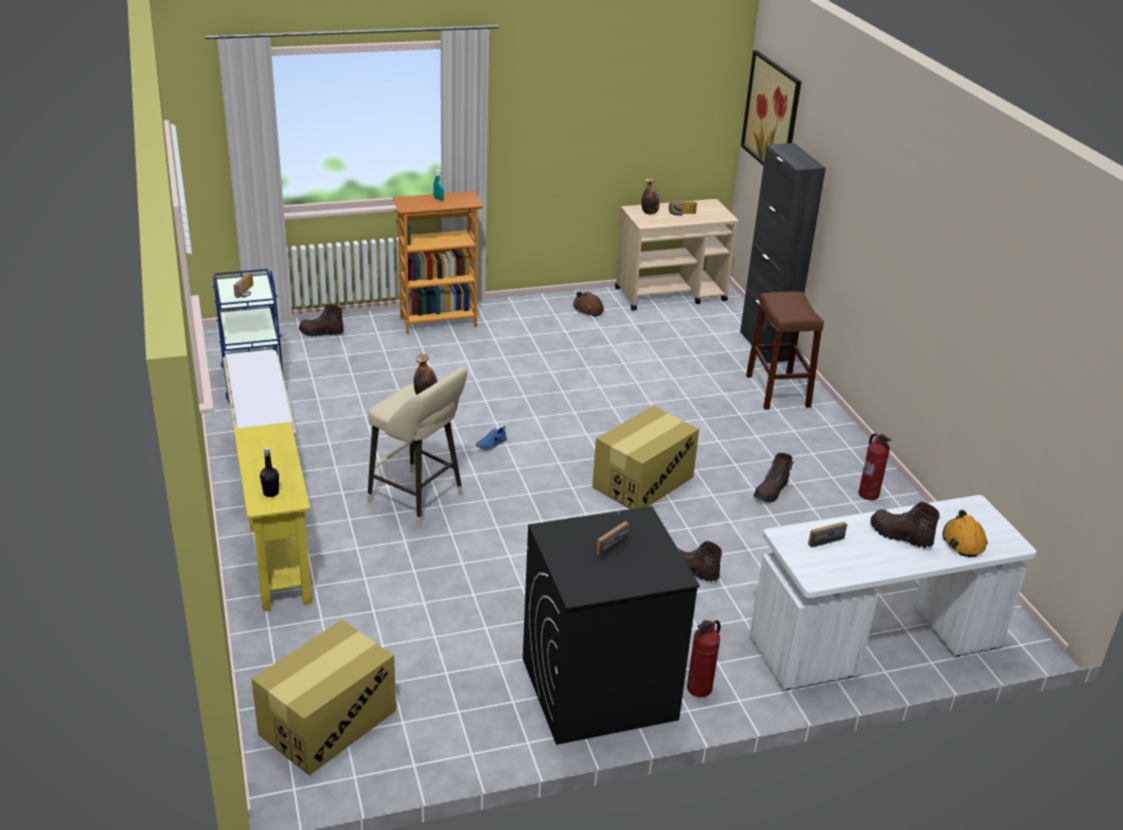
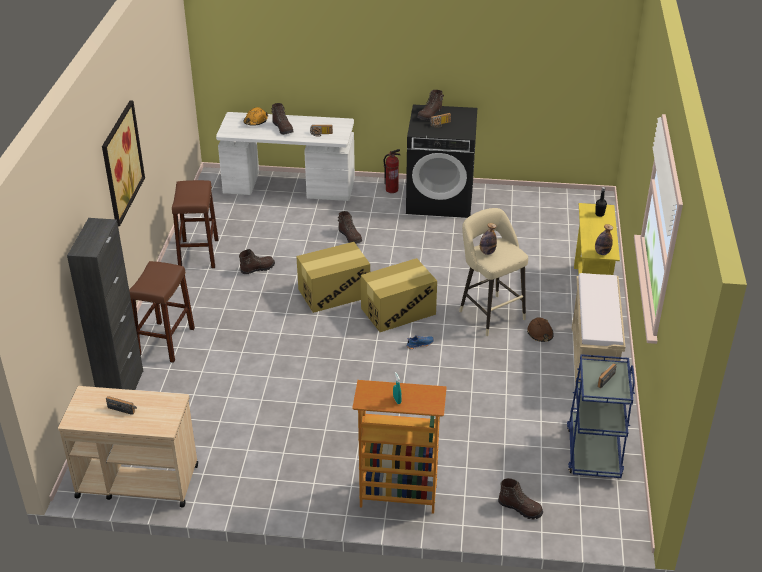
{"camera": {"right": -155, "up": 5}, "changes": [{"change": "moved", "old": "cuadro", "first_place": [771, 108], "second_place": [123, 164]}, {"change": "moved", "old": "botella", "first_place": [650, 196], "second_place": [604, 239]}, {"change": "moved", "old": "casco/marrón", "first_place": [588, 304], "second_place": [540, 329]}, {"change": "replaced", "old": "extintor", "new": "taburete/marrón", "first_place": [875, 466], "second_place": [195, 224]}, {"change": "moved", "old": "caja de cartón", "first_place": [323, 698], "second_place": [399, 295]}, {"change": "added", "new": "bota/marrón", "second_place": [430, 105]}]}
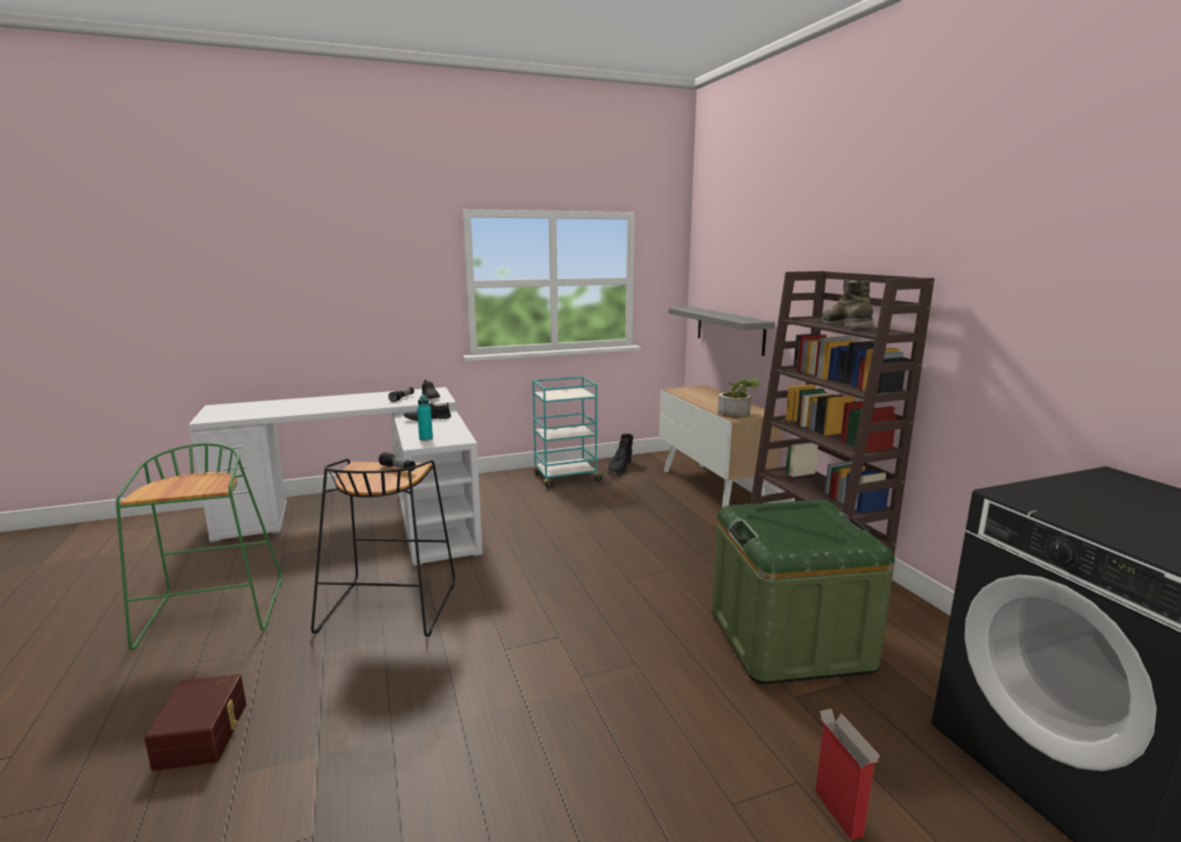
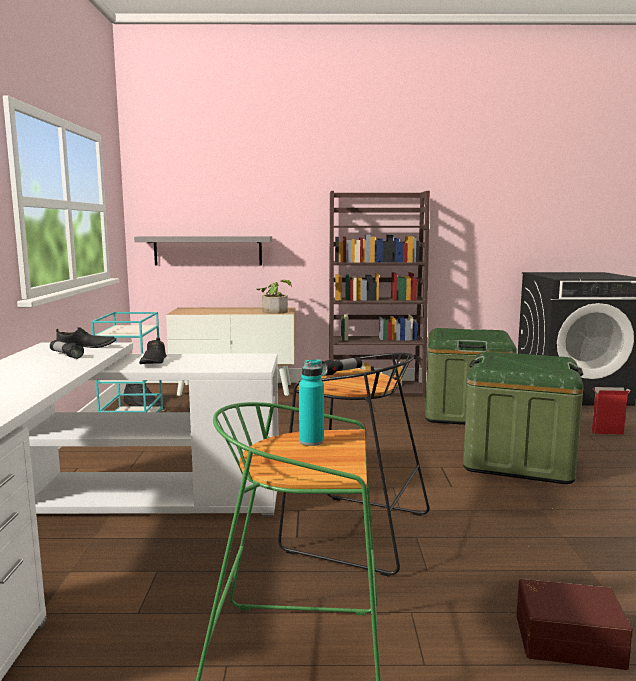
{"camera": {"right": -70, "up": -5}, "changes": [{"change": "removed", "old": "bota/verde", "first_place": [847, 303]}, {"change": "moved", "old": "botella/turquesa", "first_place": [425, 418], "second_place": [311, 402]}, {"change": "added", "new": "caja de almacenaje/verde", "second_place": [523, 418]}]}
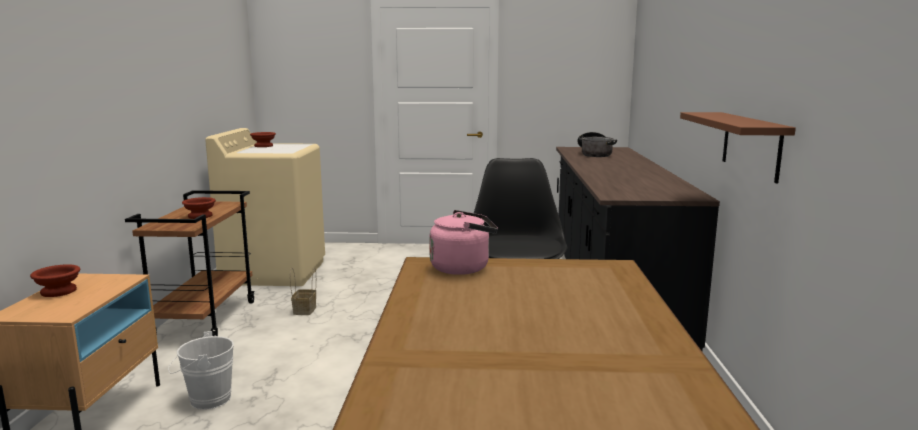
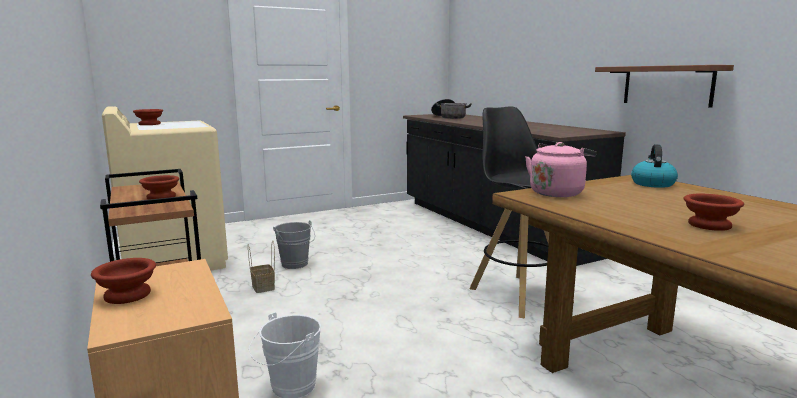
{"camera": {"right": -30, "up": 0}, "changes": [{"change": "added", "new": "hervidor", "second_place": [654, 166]}, {"change": "added", "new": "cuenco/marrón", "second_place": [714, 212]}, {"change": "added", "new": "cubo/gris", "second_place": [294, 244]}]}
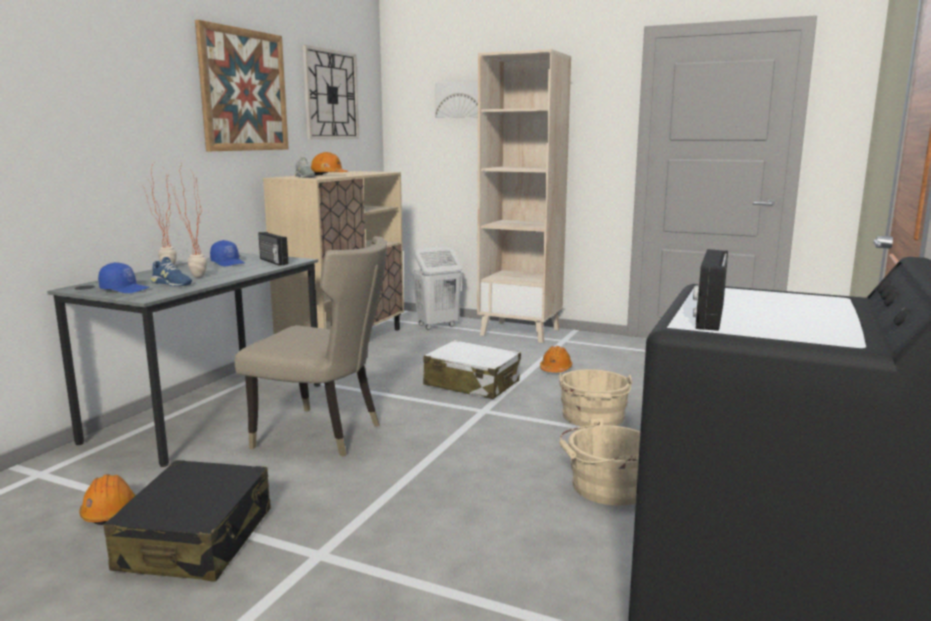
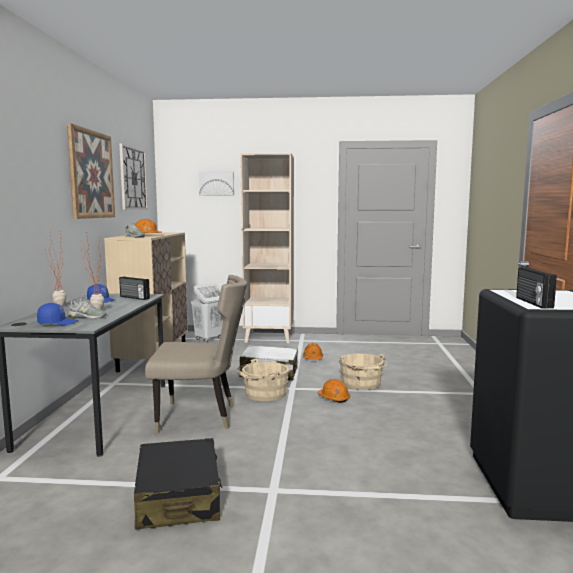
{"camera": {"right": -20, "up": -5}, "changes": [{"change": "recoloured", "old": "zapato/azul", "new": "zapato/gris", "first_place": [171, 271], "second_place": [87, 307]}, {"change": "moved", "old": "cubo/beis", "first_place": [599, 461], "second_place": [263, 380]}, {"change": "moved", "old": "casco/naranja", "first_place": [107, 499], "second_place": [334, 391]}]}
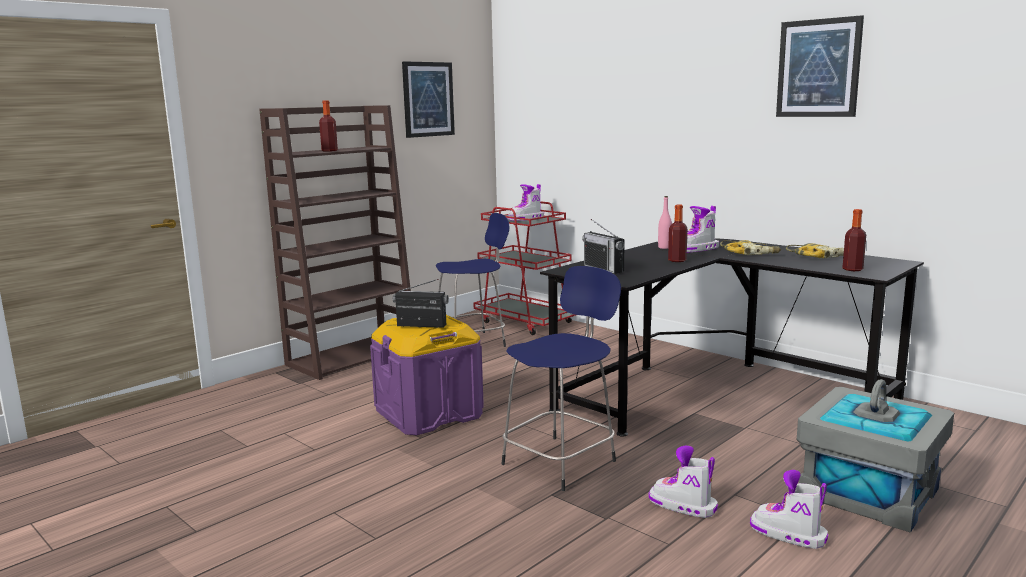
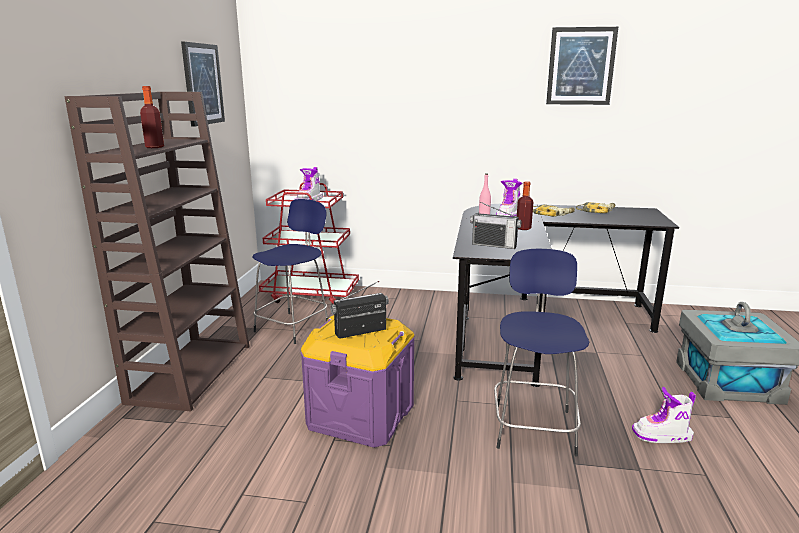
{"camera": {"right": -35, "up": 5}, "changes": [{"change": "removed", "old": "botella", "first_place": [854, 240]}, {"change": "removed", "old": "bota", "first_place": [789, 509]}]}
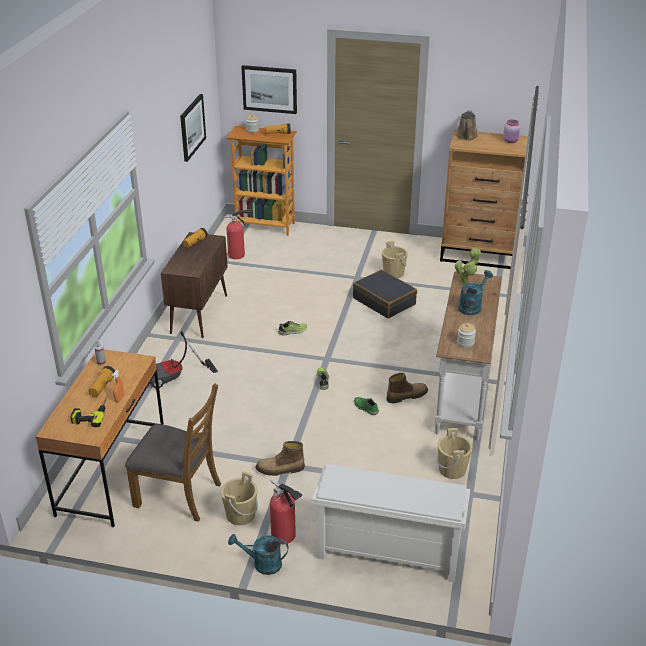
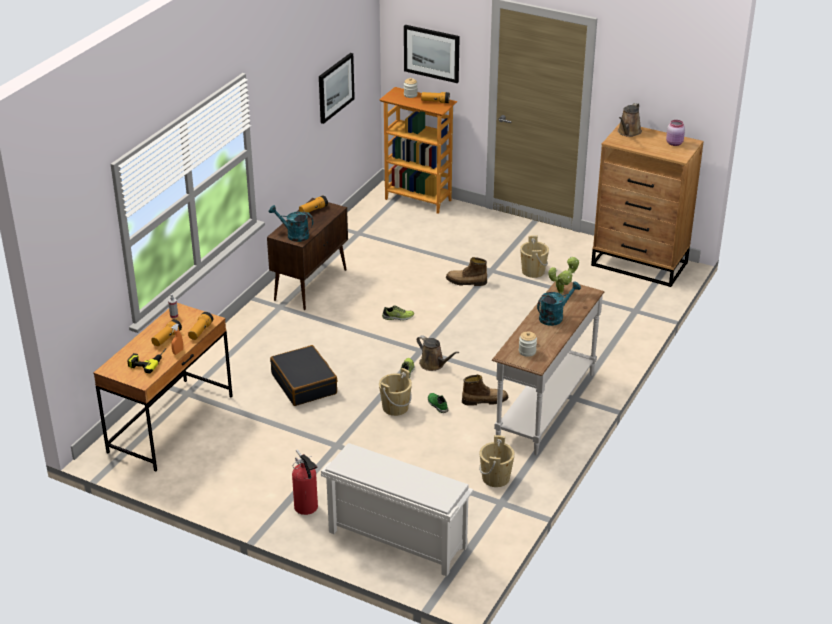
{"camera": {"right": 15, "up": 0}, "changes": [{"change": "removed", "old": "extintor", "first_place": [237, 234]}, {"change": "moved", "old": "maleta/negro", "first_place": [385, 294], "second_place": [304, 375]}, {"change": "removed", "old": "aspiradora", "first_place": [184, 360]}, {"change": "removed", "old": "silla/marrón", "first_place": [173, 452]}, {"change": "moved", "old": "bota", "first_place": [280, 458], "second_place": [466, 271]}, {"change": "moved", "old": "cubo/beis", "first_place": [239, 498], "second_place": [395, 392]}, {"change": "moved", "old": "regadera/turquesa", "first_place": [258, 554], "second_place": [291, 223]}, {"change": "added", "new": "linterna", "second_place": [200, 326]}, {"change": "added", "new": "regadera/marrón", "second_place": [438, 353]}]}
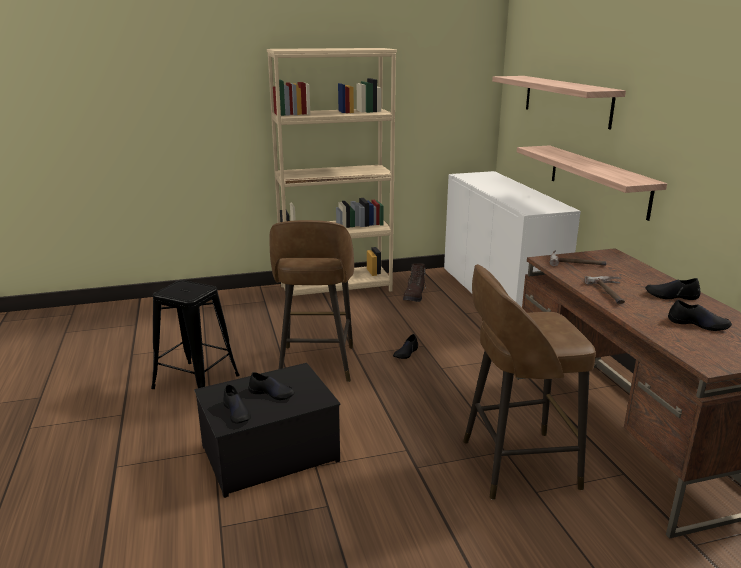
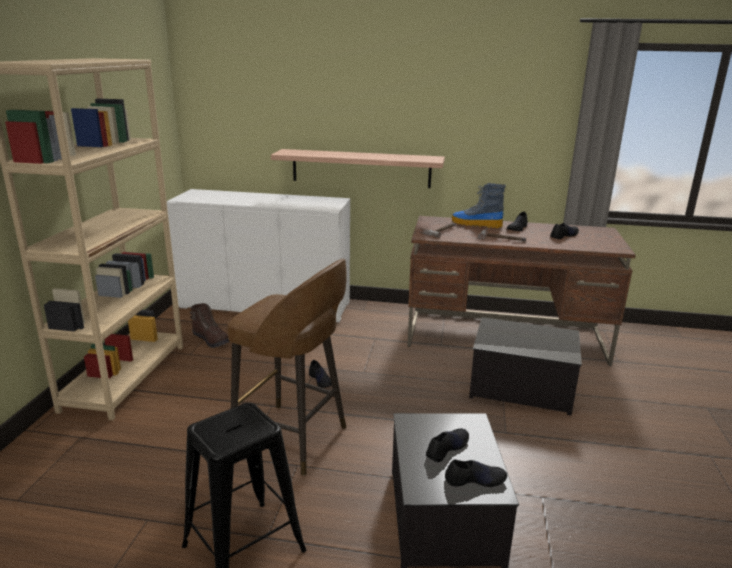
{"camera": {"right": -65, "up": 0}, "changes": [{"change": "removed", "old": "estante", "first_place": [559, 102]}, {"change": "replaced", "old": "taburete/marrón", "new": "caja de almacenaje", "first_place": [529, 382], "second_place": [525, 366]}, {"change": "added", "new": "bota", "second_place": [479, 205]}]}
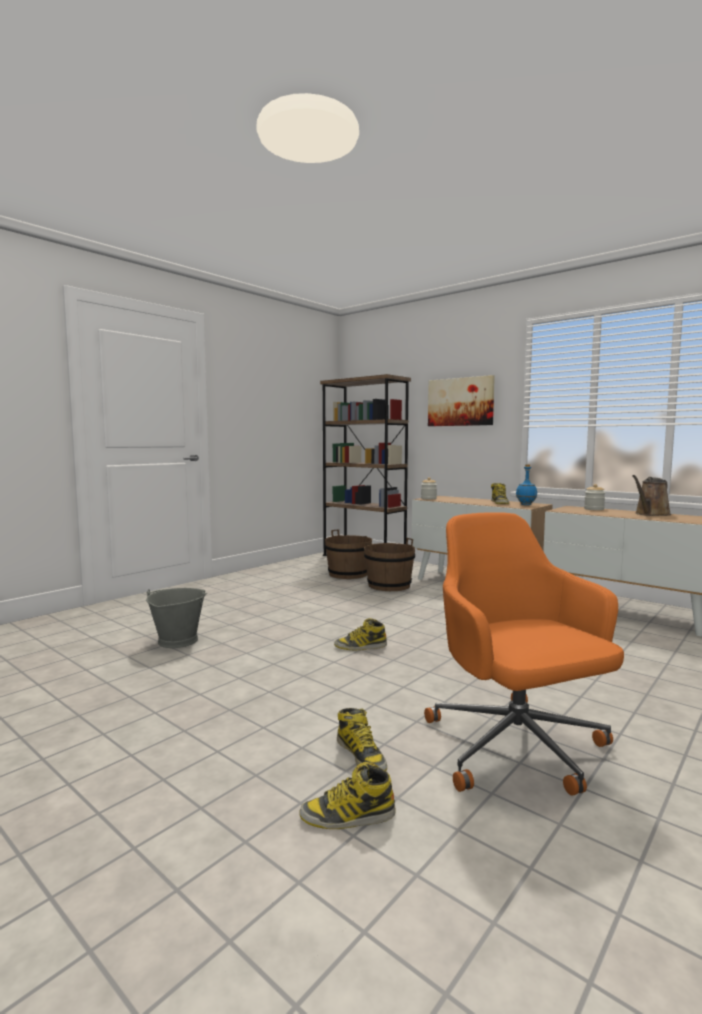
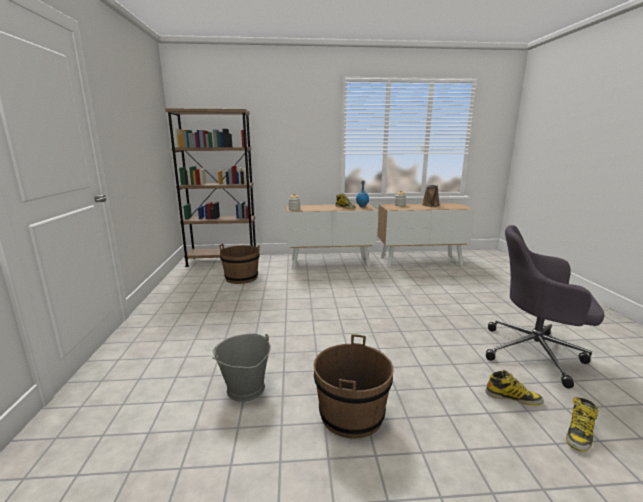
{"camera": {"right": -45, "up": 10}, "changes": [{"change": "removed", "old": "cuadro", "first_place": [461, 400]}, {"change": "recoloured", "old": "silla de oficina/naranja", "new": "silla de oficina/gris", "first_place": [524, 654], "second_place": [545, 306]}, {"change": "moved", "old": "cubo/marrón", "first_place": [389, 564], "second_place": [354, 386]}, {"change": "removed", "old": "bota", "first_place": [360, 634]}]}
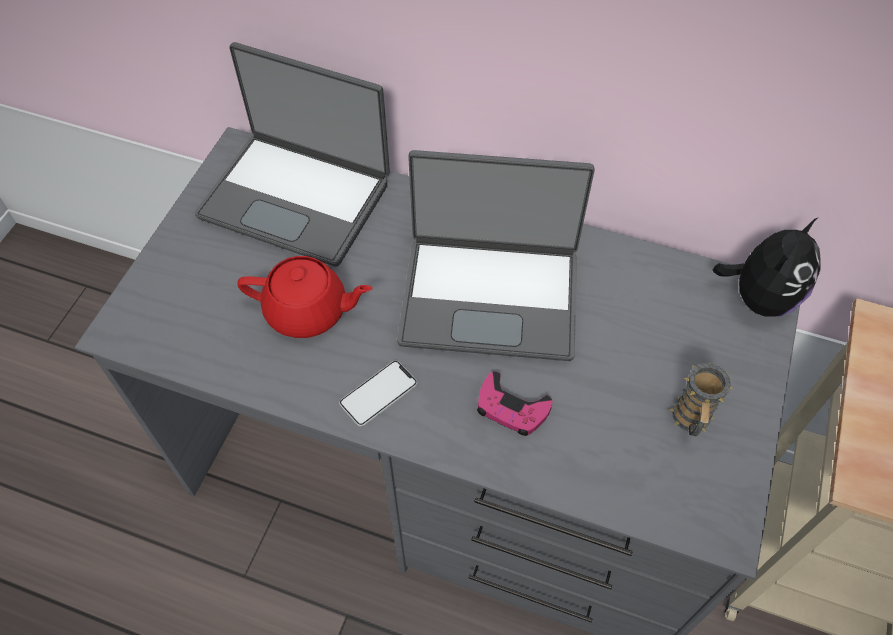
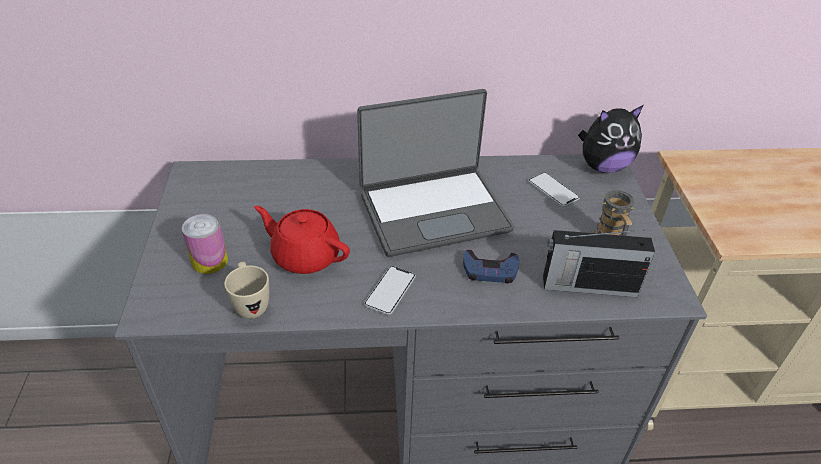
{"camera": {"right": -25, "up": -15}, "changes": [{"change": "removed", "old": "portátil", "first_place": [292, 154]}, {"change": "turned", "old": "peluche", "first_place": [767, 267], "second_place": [610, 139], "degrees": 60}, {"change": "turned", "old": "tetera/rojo", "first_place": [305, 297], "second_place": [302, 240], "degrees": -135}, {"change": "recoloured", "old": "mando de consola/rosa", "new": "mando de consola/azul", "first_place": [514, 403], "second_place": [491, 267]}, {"change": "added", "new": "móvil", "second_place": [554, 189]}, {"change": "added", "new": "lata", "second_place": [205, 244]}, {"change": "added", "new": "radio", "second_place": [599, 263]}, {"change": "added", "new": "taza grande/beis", "second_place": [246, 290]}]}
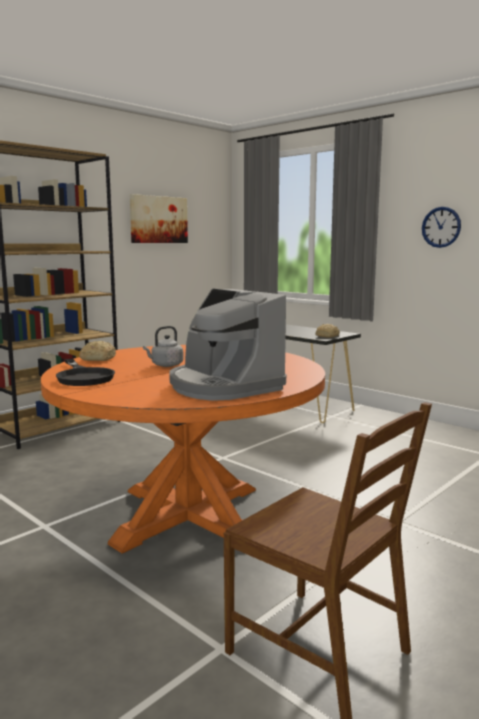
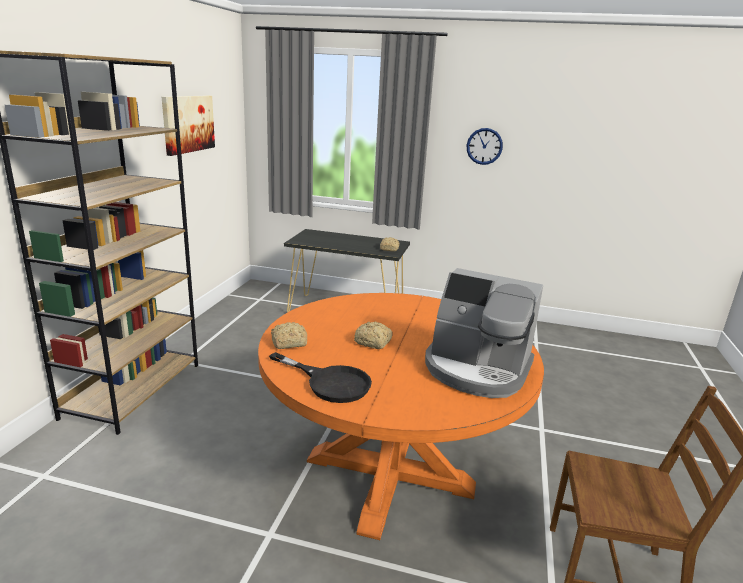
{"camera": {"right": -30, "up": 10}, "changes": [{"change": "replaced", "old": "hervidor/gris", "new": "pan", "first_place": [163, 346], "second_place": [373, 335]}]}
